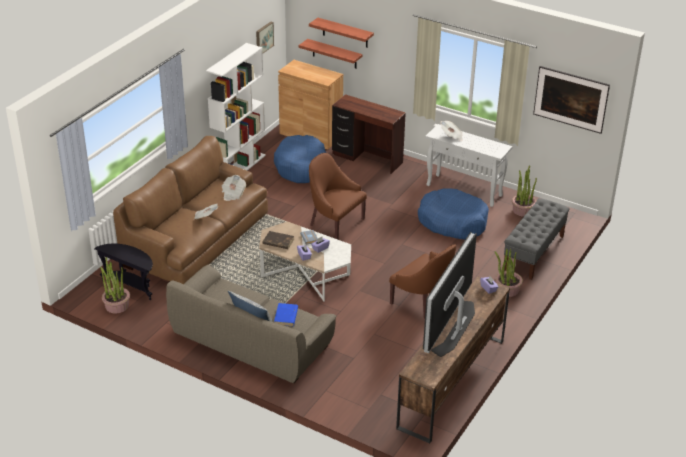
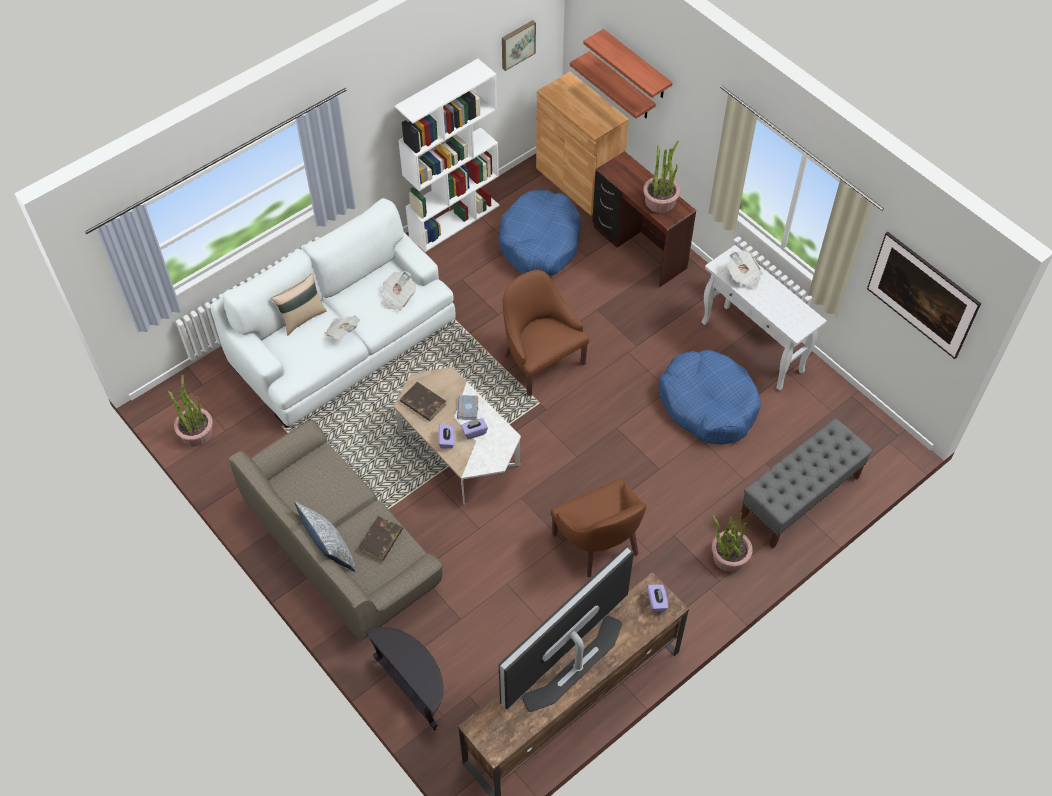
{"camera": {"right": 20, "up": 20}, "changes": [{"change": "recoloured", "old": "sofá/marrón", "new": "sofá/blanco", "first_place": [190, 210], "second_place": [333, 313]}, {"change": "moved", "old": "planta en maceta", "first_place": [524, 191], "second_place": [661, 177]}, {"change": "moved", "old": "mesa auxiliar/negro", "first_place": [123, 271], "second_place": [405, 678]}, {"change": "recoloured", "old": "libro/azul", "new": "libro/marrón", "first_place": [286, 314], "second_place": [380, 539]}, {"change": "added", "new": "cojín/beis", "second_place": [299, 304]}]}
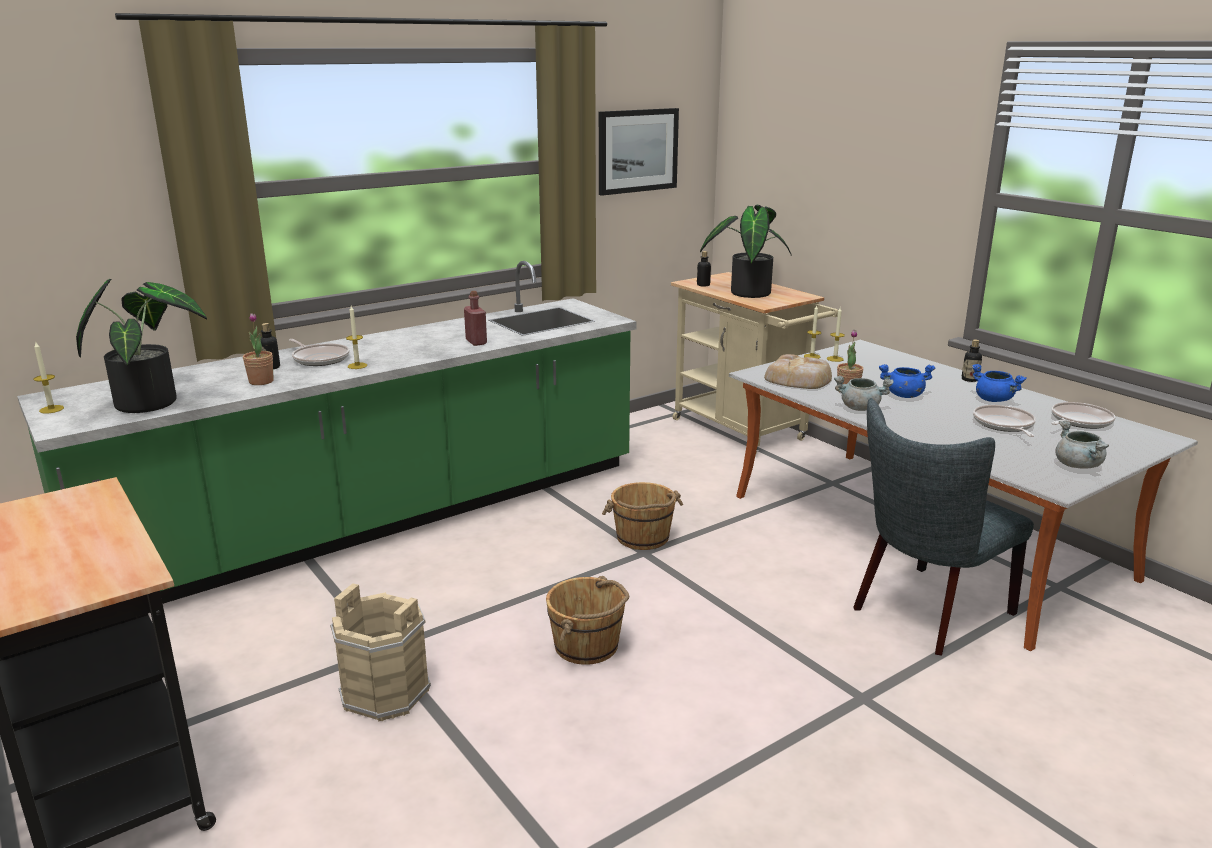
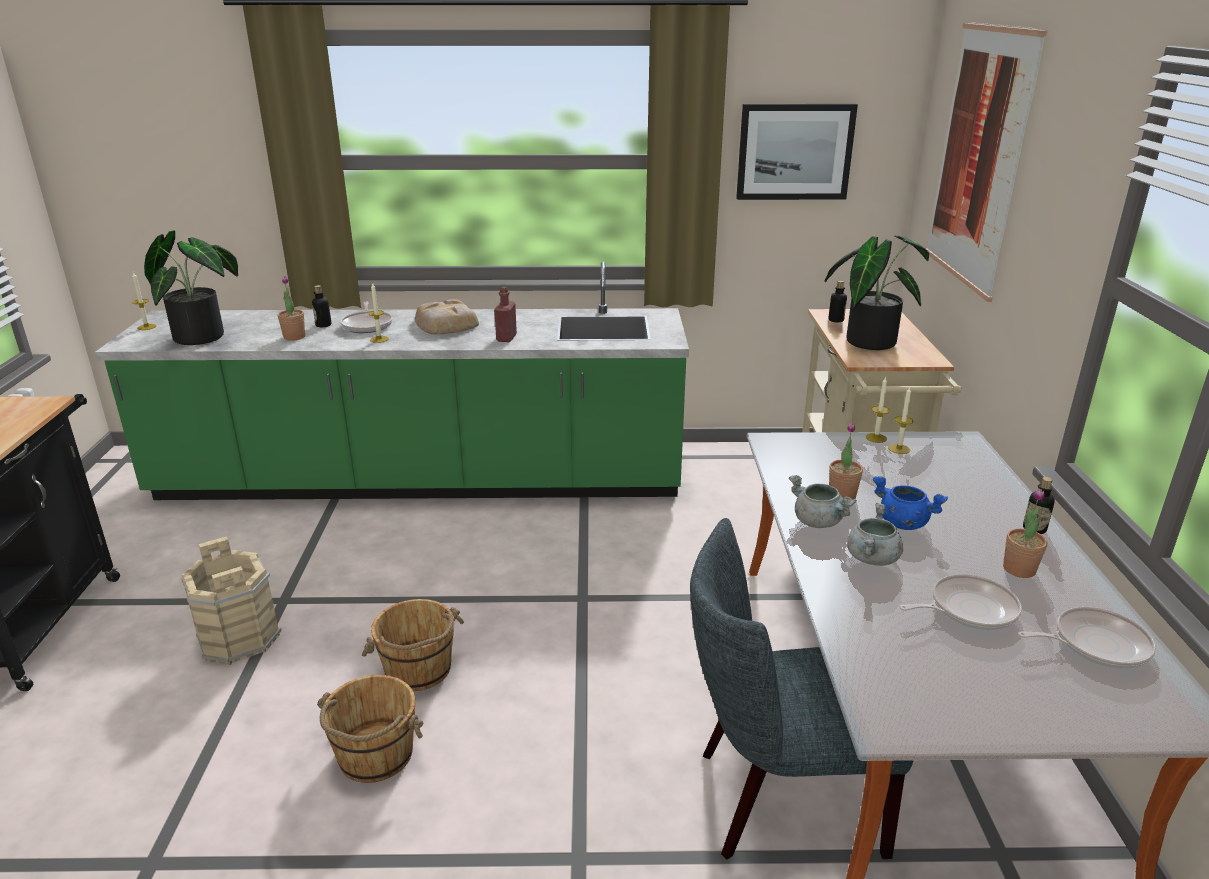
{"camera": {"right": 35, "up": 5}, "changes": [{"change": "moved", "old": "pan", "first_place": [798, 371], "second_place": [447, 316]}, {"change": "replaced", "old": "olla/azul", "new": "planta en maceta", "first_place": [999, 383], "second_place": [1025, 533]}, {"change": "turned", "old": "sartén", "first_place": [1004, 421], "second_place": [960, 602], "degrees": 45}, {"change": "moved", "old": "olla/gris", "first_place": [1082, 444], "second_place": [875, 534]}, {"change": "moved", "old": "cubo/marrón", "first_place": [642, 516], "second_place": [370, 729]}, {"change": "added", "new": "cuadro", "second_place": [987, 162]}]}
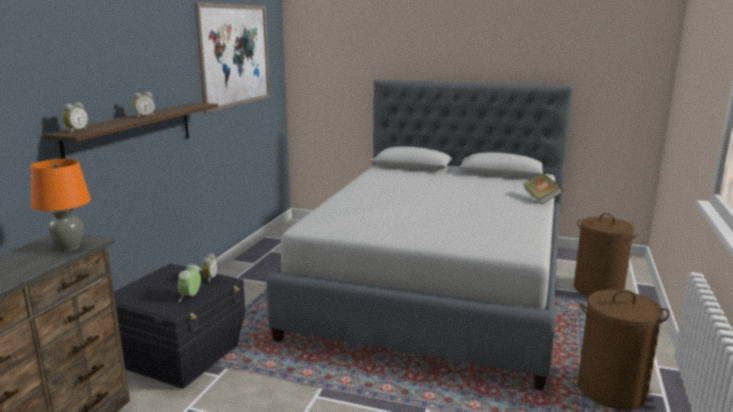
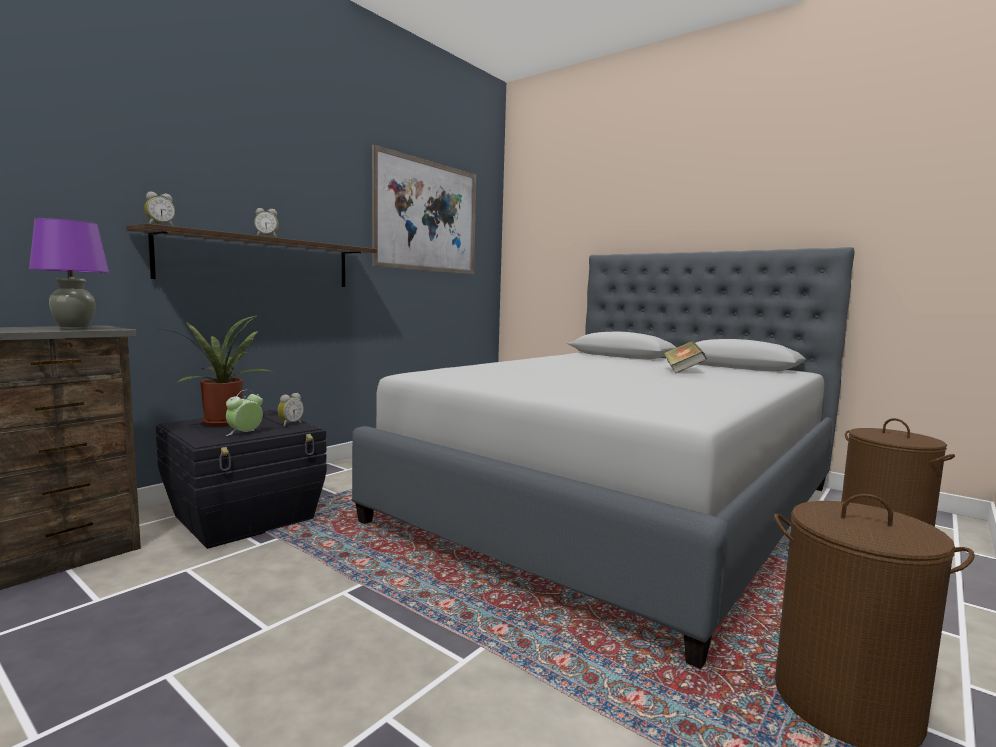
{"camera": {"right": 20, "up": -10}, "changes": [{"change": "recoloured", "old": "lámpara de mesa/naranja", "new": "lámpara de mesa/morado", "first_place": [61, 205], "second_place": [69, 274]}, {"change": "moved", "old": "libro", "first_place": [543, 188], "second_place": [685, 357]}, {"change": "added", "new": "planta en maceta", "second_place": [215, 370]}]}
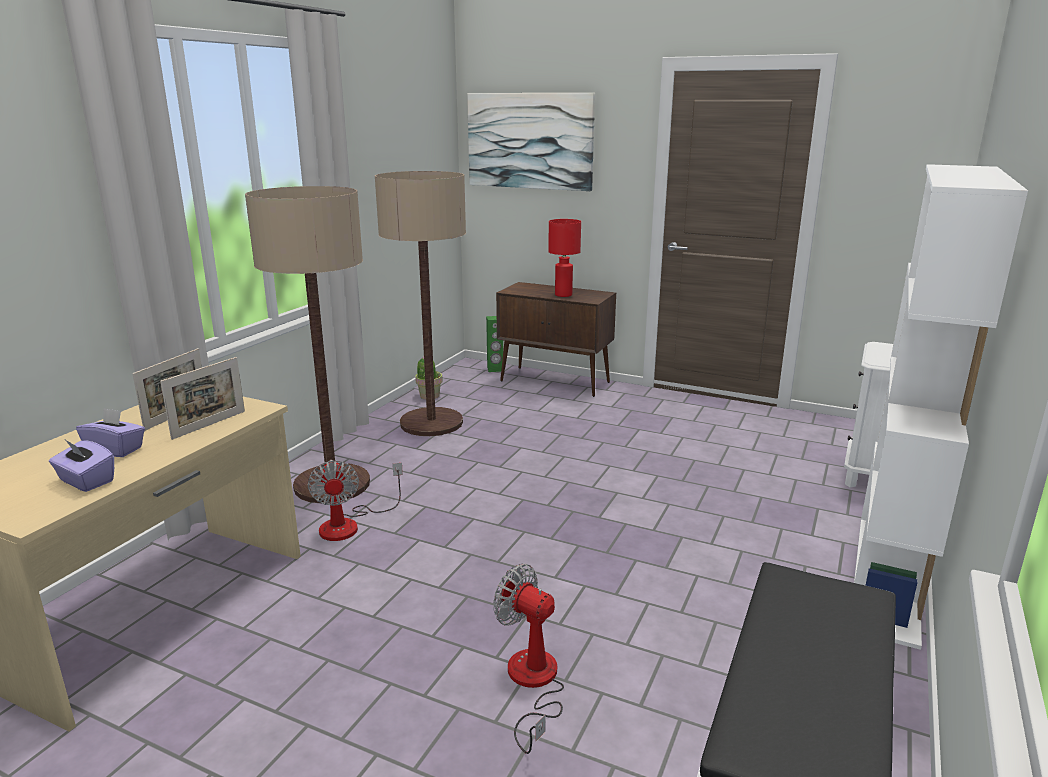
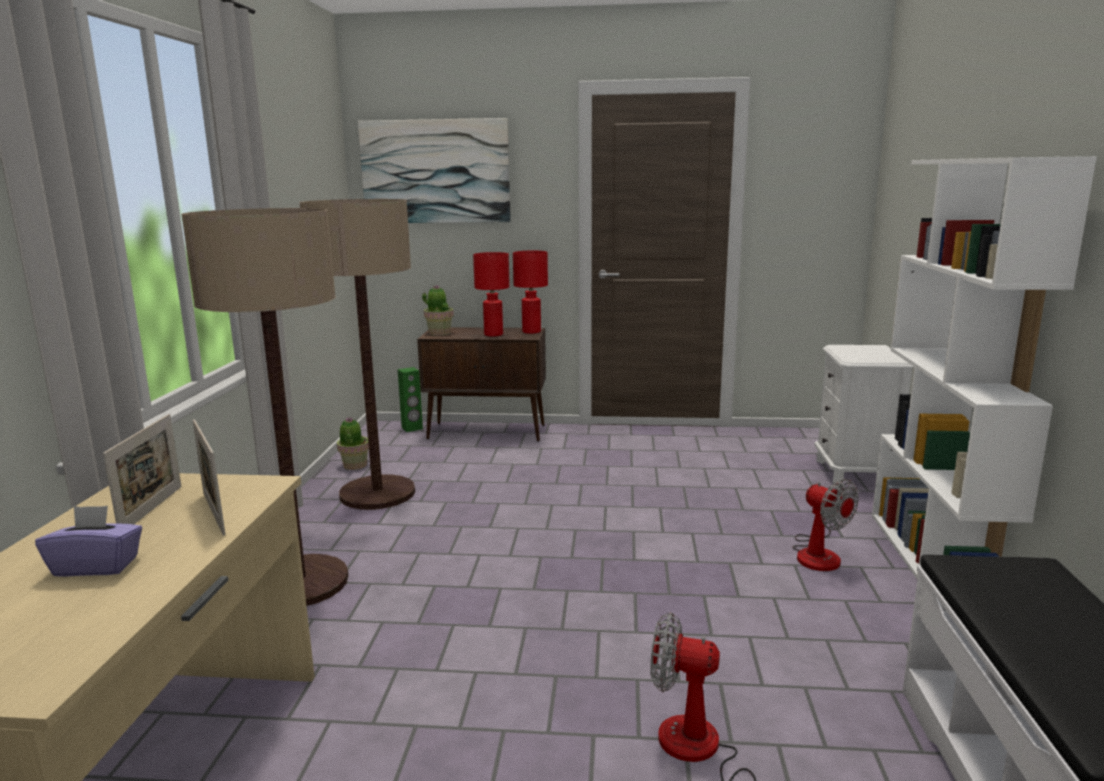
{"camera": {"right": -20, "up": -5}, "changes": [{"change": "turned", "old": "portarretratos", "first_place": [202, 398], "second_place": [209, 477], "degrees": 135}, {"change": "removed", "old": "caja de pañuelos/morado", "first_place": [81, 466]}, {"change": "moved", "old": "ventilador", "first_place": [355, 500], "second_place": [825, 525]}, {"change": "added", "new": "lámpara de mesa/rojo", "second_place": [530, 292]}, {"change": "added", "new": "planta en maceta", "second_place": [438, 310]}]}
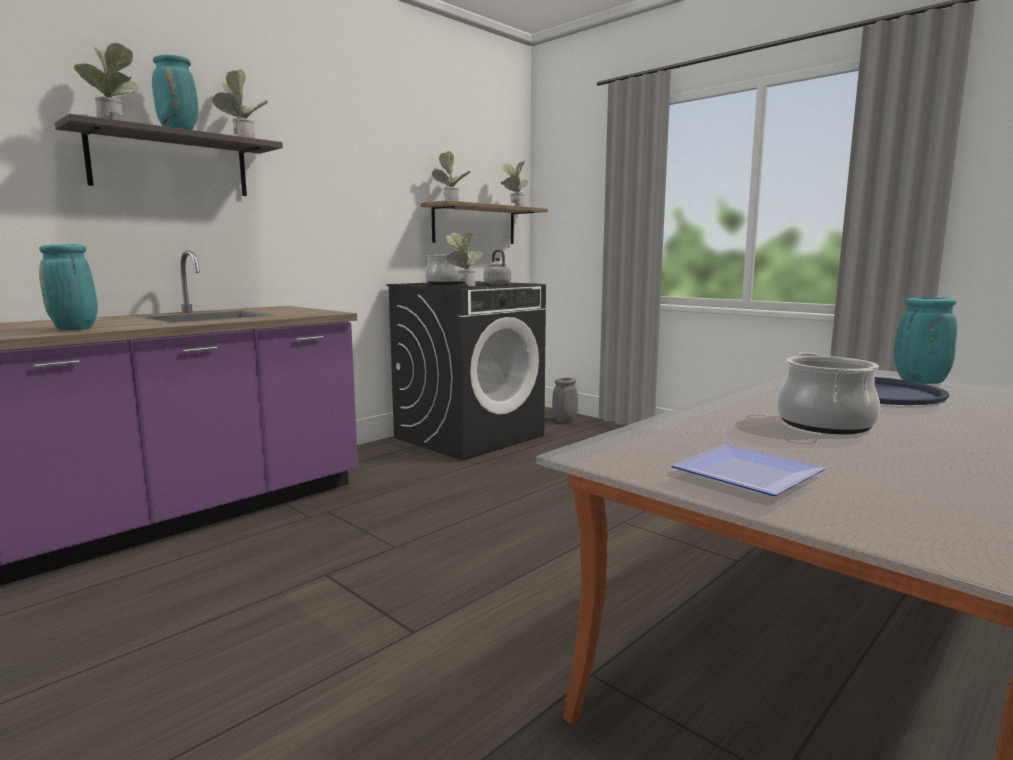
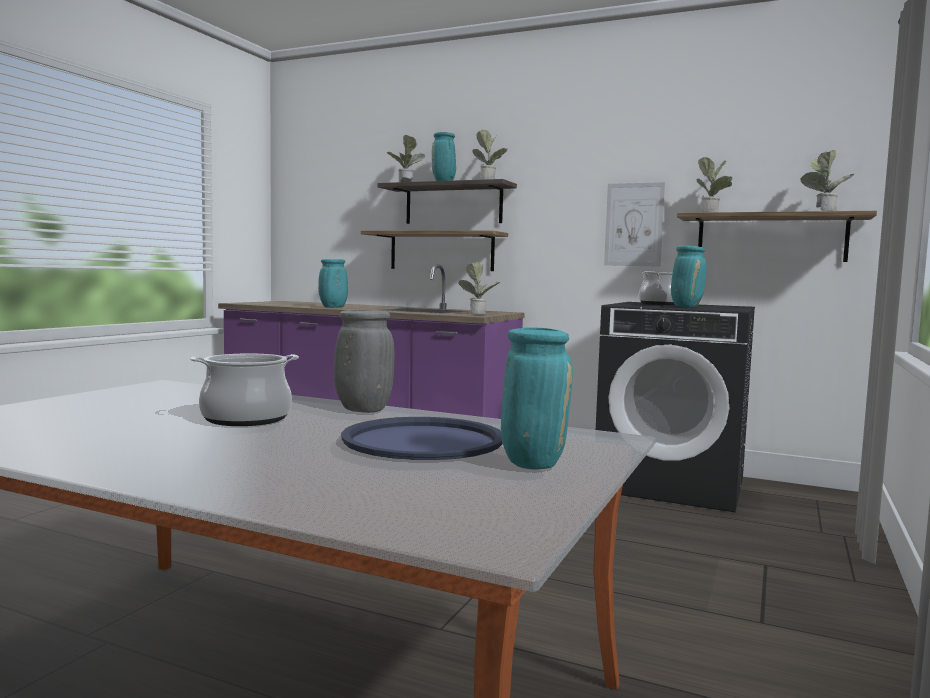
{"camera": {"right": 70, "up": -5}, "changes": [{"change": "moved", "old": "planta en maceta", "first_place": [464, 259], "second_place": [479, 288]}, {"change": "replaced", "old": "hervidor/gris", "new": "florero/turquesa", "first_place": [497, 267], "second_place": [688, 276]}, {"change": "moved", "old": "florero/gris", "first_place": [565, 400], "second_place": [364, 361]}, {"change": "removed", "old": "plato", "first_place": [748, 470]}, {"change": "added", "new": "cuadro", "second_place": [634, 224]}, {"change": "added", "new": "estante", "second_place": [434, 250]}]}
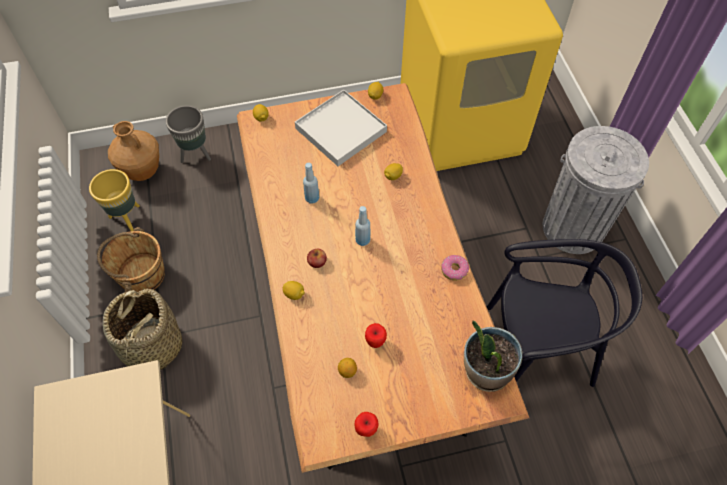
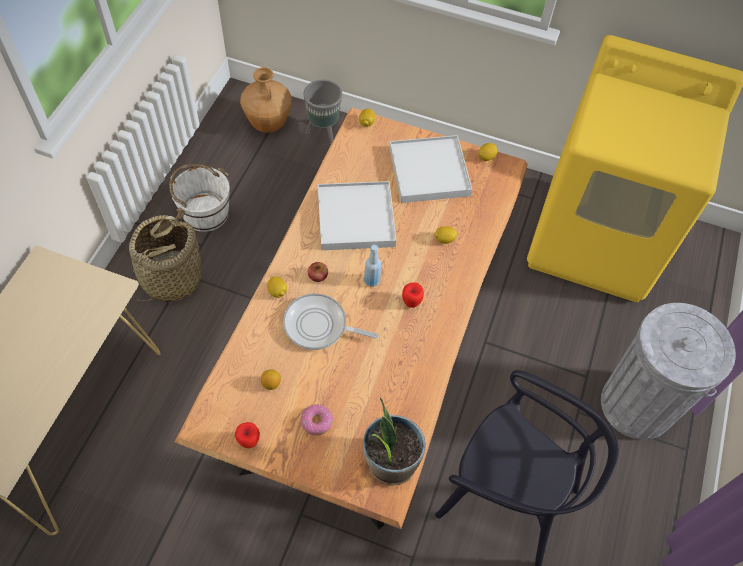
{"camera": {"right": 30, "up": 0}, "changes": [{"change": "replaced", "old": "botella/azul", "new": "bandeja/blanco", "first_place": [311, 183], "second_place": [357, 215]}, {"change": "removed", "old": "maceta/amarillo", "first_place": [114, 200]}, {"change": "recoloured", "old": "cubo/marrón", "new": "cubo/blanco", "first_place": [131, 259], "second_place": [199, 198]}, {"change": "moved", "old": "rosquilla", "first_place": [455, 268], "second_place": [316, 420]}, {"change": "moved", "old": "manzana", "first_place": [376, 335], "second_place": [413, 295]}, {"change": "added", "new": "sartén", "second_place": [330, 321]}]}
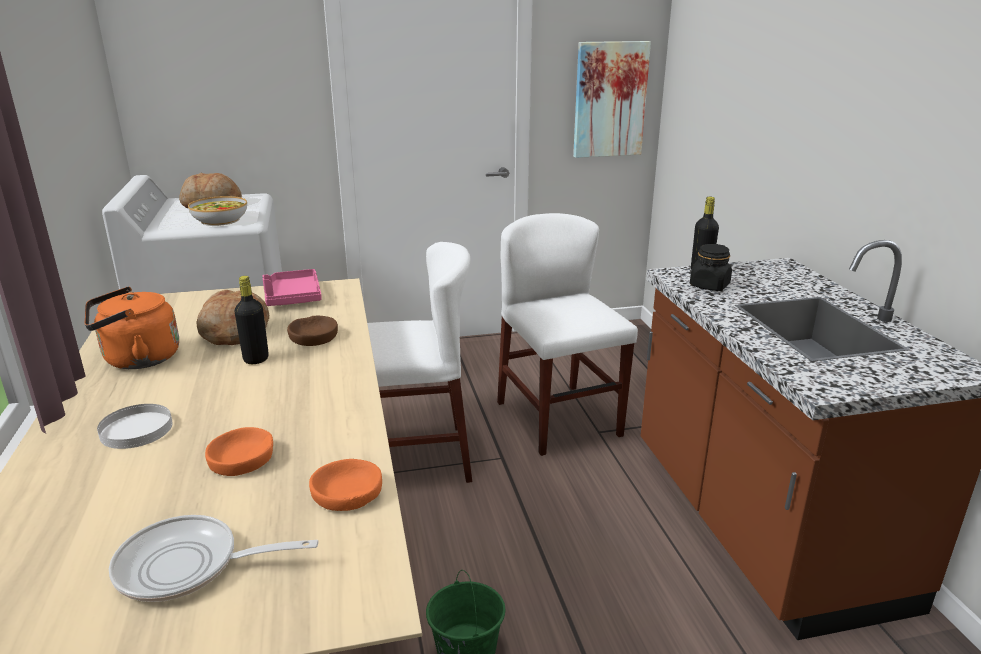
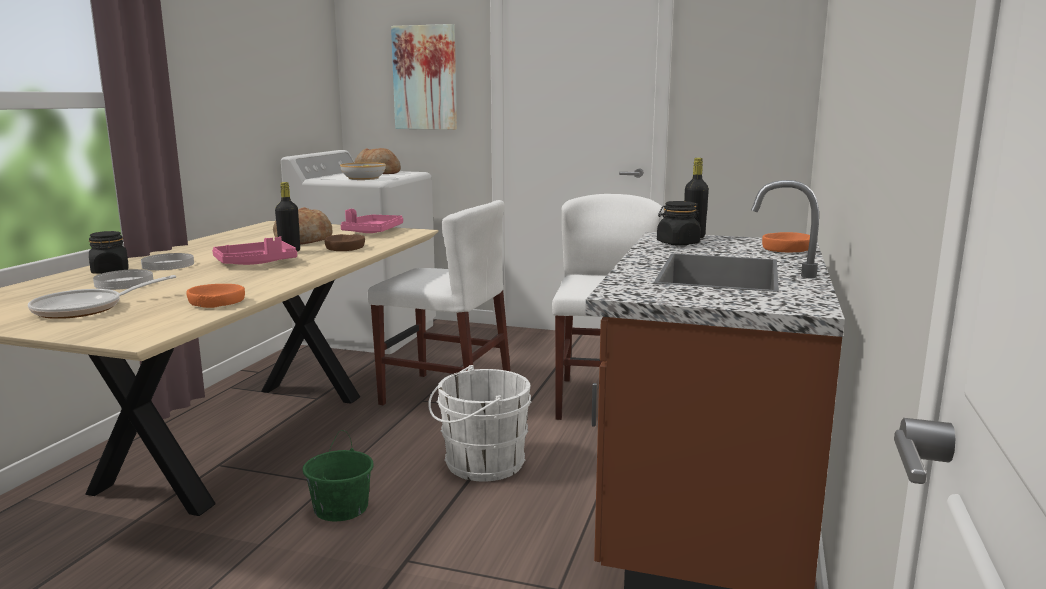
{"camera": {"right": 30, "up": -10}, "changes": [{"change": "moved", "old": "cuadro", "first_place": [612, 99], "second_place": [424, 77]}, {"change": "removed", "old": "hervidor/naranja", "first_place": [132, 328]}, {"change": "moved", "old": "cuenco/naranja", "first_place": [239, 451], "second_place": [786, 242]}, {"change": "turned", "old": "sartén", "first_place": [213, 558], "second_place": [102, 297], "degrees": -75}, {"change": "added", "new": "tarro/negro", "second_place": [108, 252]}, {"change": "added", "new": "bandeja/rosa", "second_place": [254, 250]}, {"change": "added", "new": "plato/blanco", "second_place": [123, 279]}, {"change": "added", "new": "cubo/blanco", "second_place": [479, 423]}]}
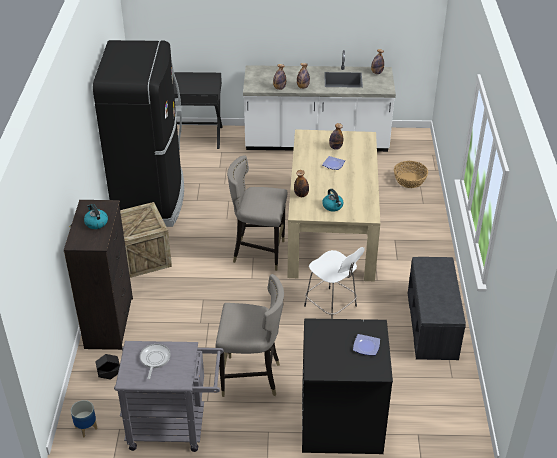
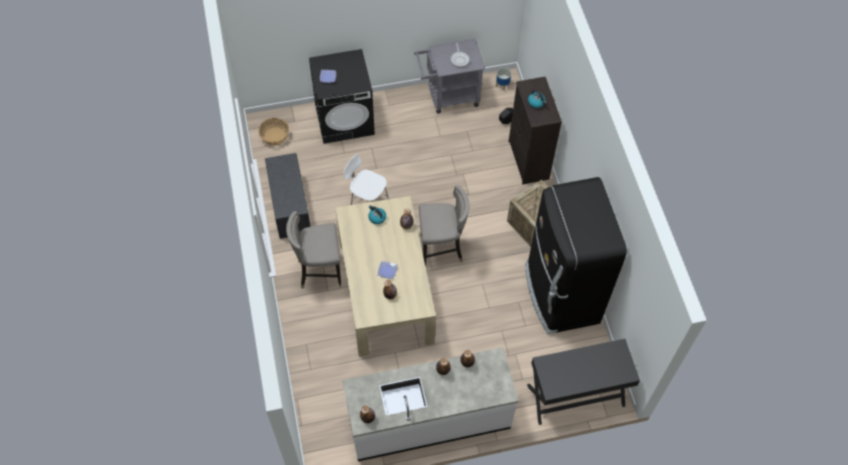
{"camera": {"right": 165, "up": 20}, "changes": [{"change": "moved", "old": "cesta", "first_place": [411, 174], "second_place": [273, 132]}, {"change": "moved", "old": "taburete/gris", "first_place": [249, 335], "second_place": [313, 249]}]}
